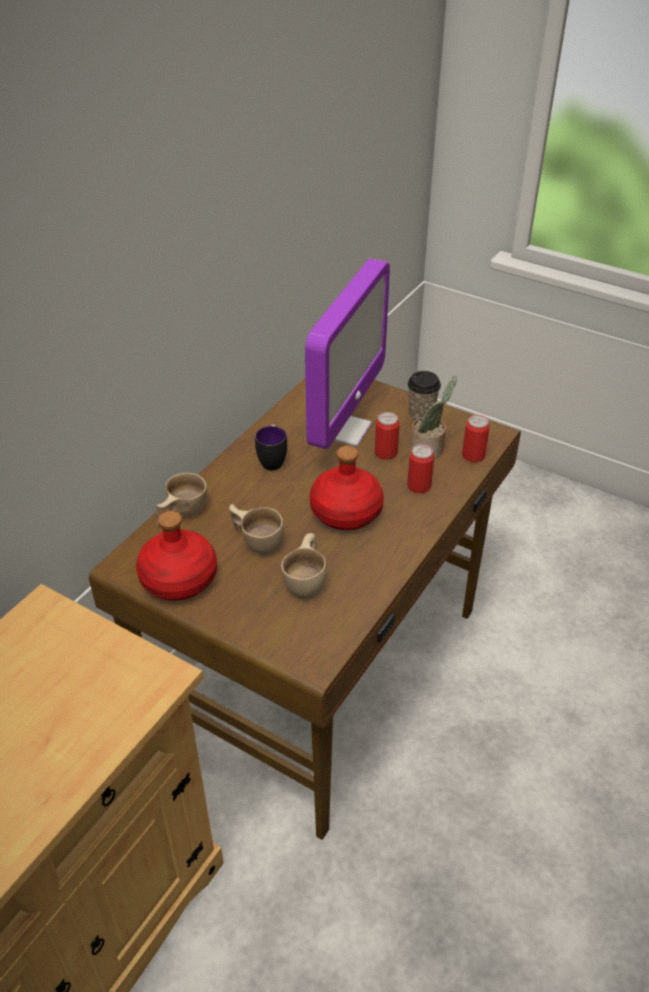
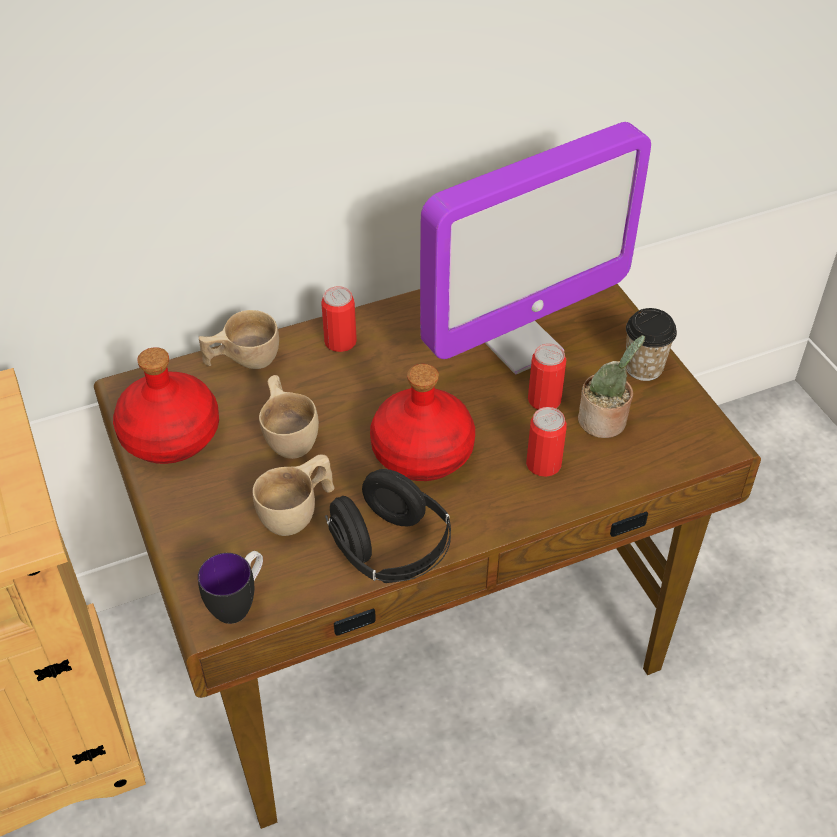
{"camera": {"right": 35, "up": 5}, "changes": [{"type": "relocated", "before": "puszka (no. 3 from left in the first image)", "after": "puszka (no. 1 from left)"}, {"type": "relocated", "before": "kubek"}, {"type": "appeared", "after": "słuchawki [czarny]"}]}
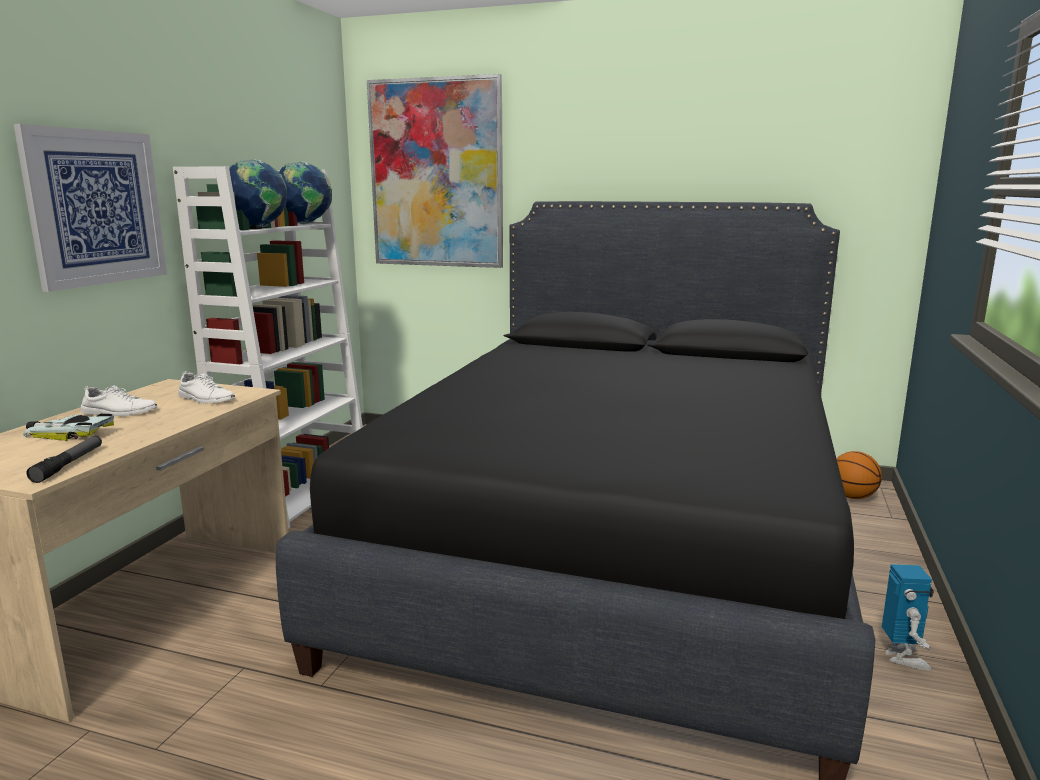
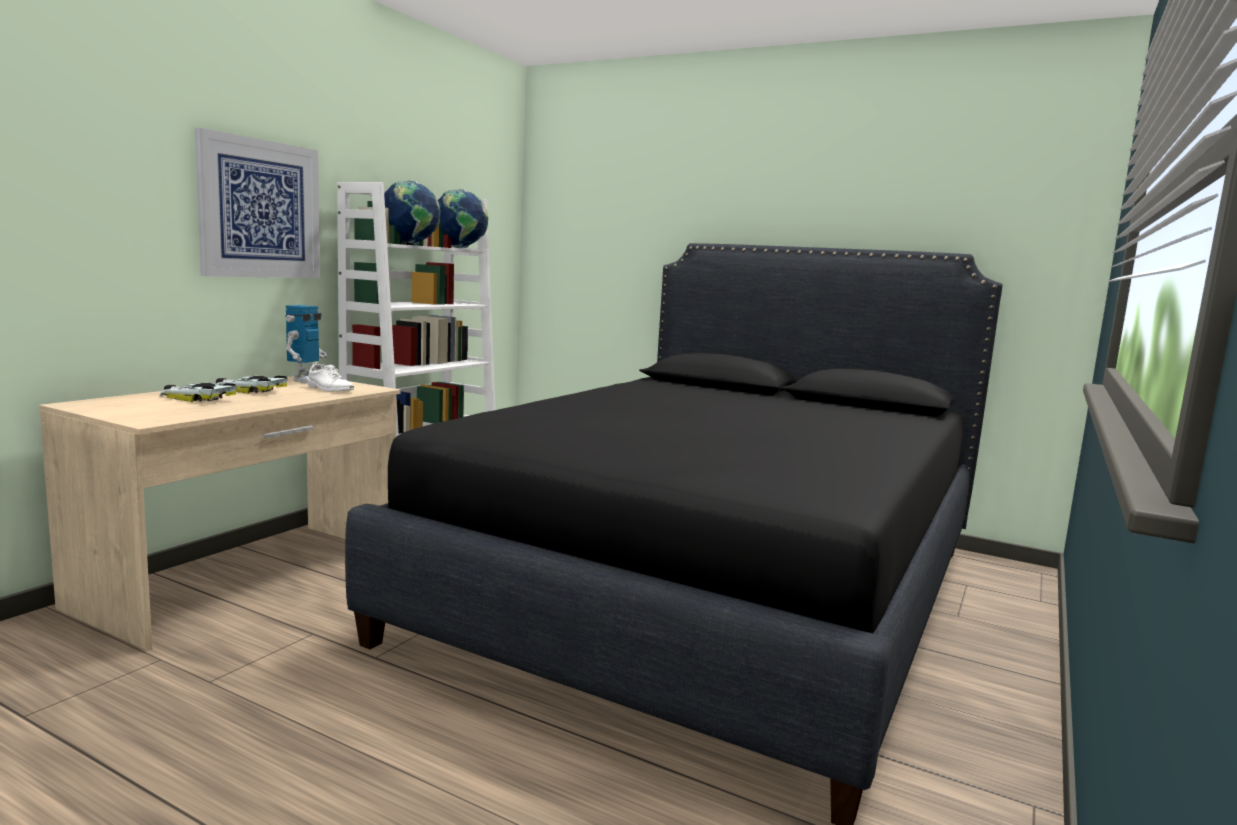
{"camera": {"right": 10, "up": -5}, "changes": [{"type": "missing", "before": "obraz (no. 2 from left)"}, {"type": "exchanged", "before": "but [biały] (no. 1 from left)", "after": "samochodzik (no. 2 from left)"}, {"type": "missing", "before": "latarka"}, {"type": "missing", "before": "piłka do koszykówki"}, {"type": "relocated", "before": "robot zabawkowy"}]}
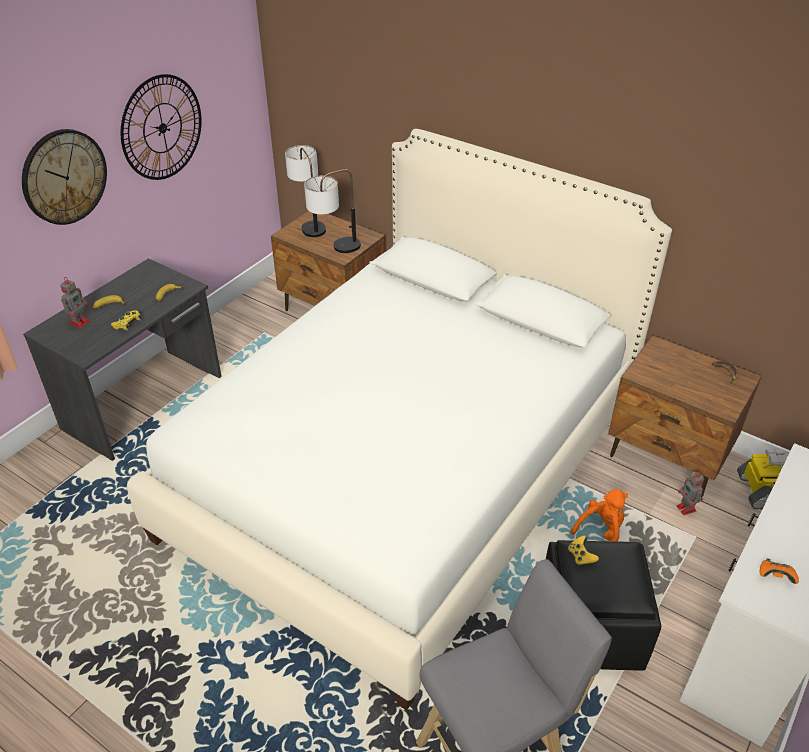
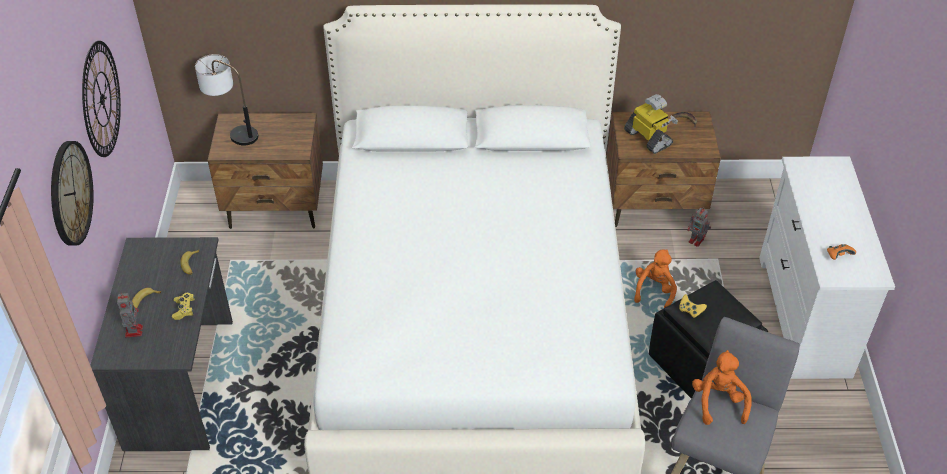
{"camera": {"right": -35, "up": 5}, "changes": [{"type": "missing", "before": "lampa stołowa (no. 2 from left)"}, {"type": "relocated", "before": "robot zabawkowy (no. 3 from left in the first image)", "after": "robot zabawkowy (no. 2 from left)"}, {"type": "appeared", "after": "pluszak [pomarańczowy] (no. 2 from left)"}]}
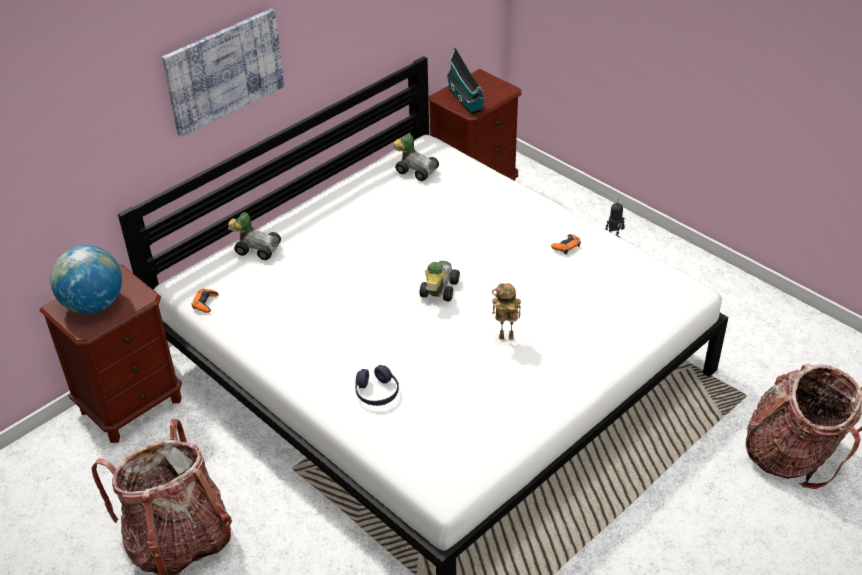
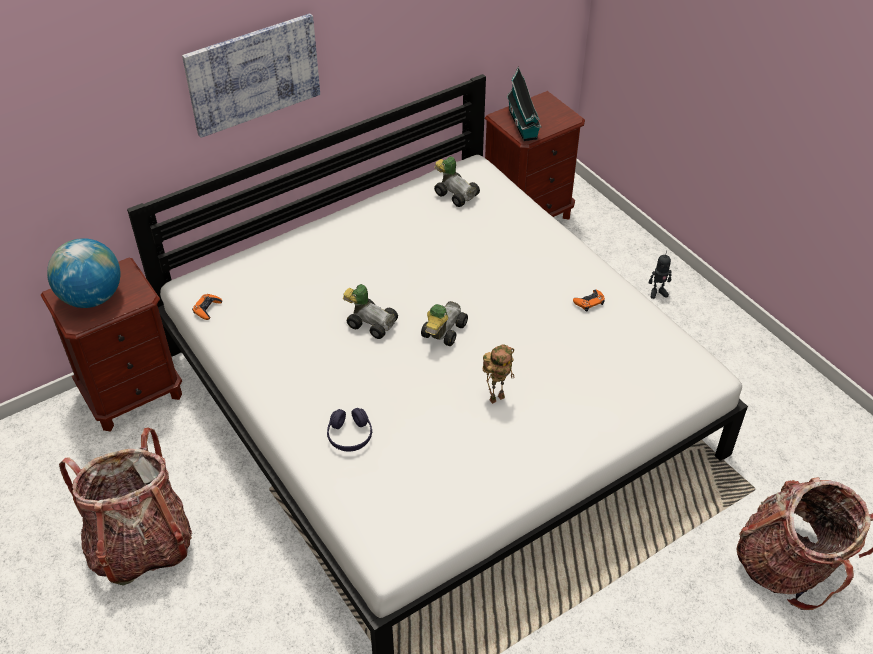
{"camera": {"right": 10, "up": 5}, "changes": [{"type": "relocated", "before": "samochodzik (no. 1 from left)"}, {"type": "spun", "before": "robot zabawkowy (no. 1 from left)", "turn": 135}]}
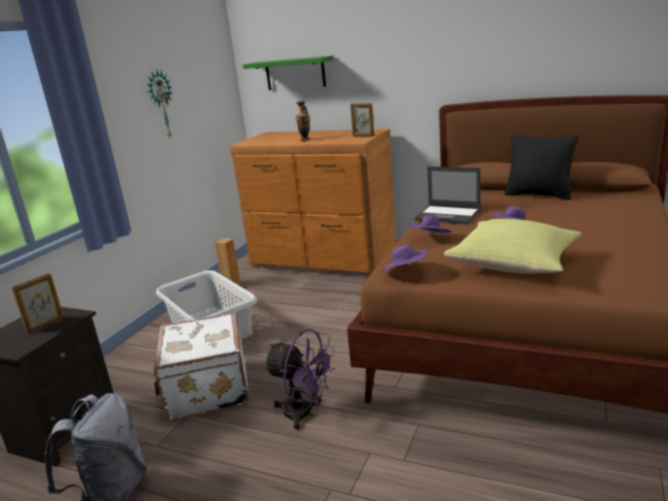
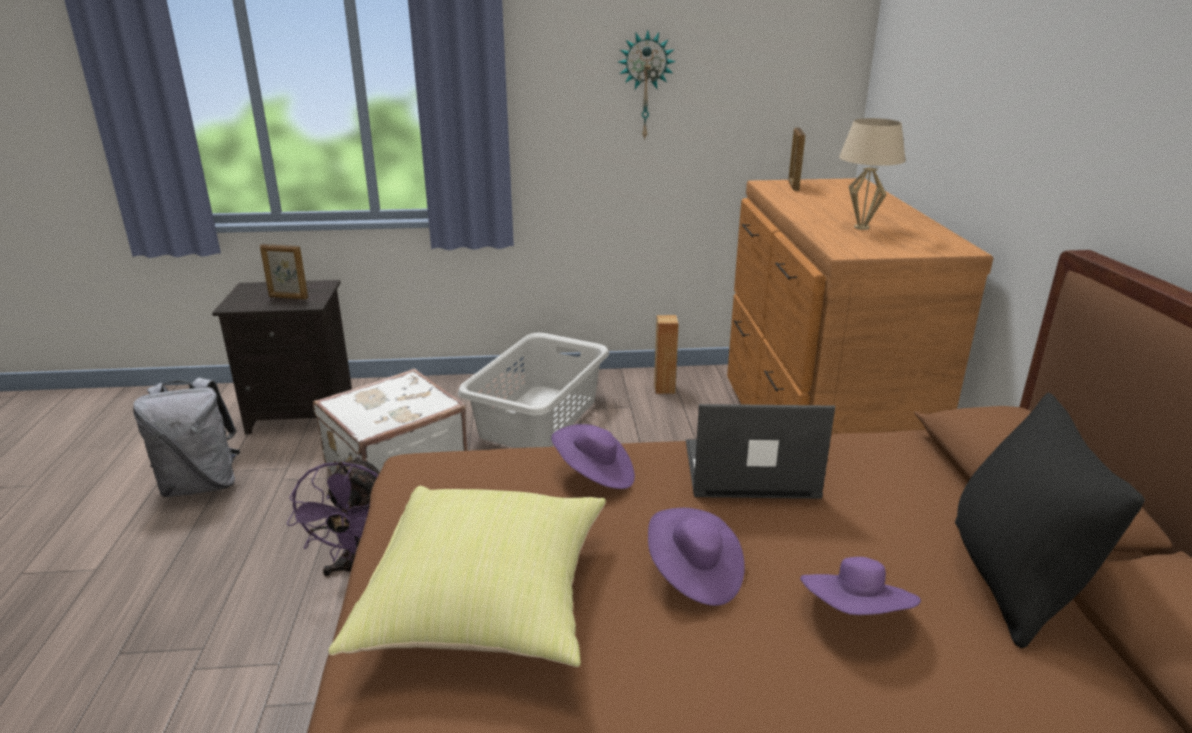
{"camera": {"right": 60, "up": 5}, "changes": [{"type": "missing", "before": "półka [zielony]"}, {"type": "missing", "before": "wazon"}, {"type": "relocated", "before": "ramka na zdjęcie (no. 2 from left)"}, {"type": "spun", "before": "laptop", "turn": 90}, {"type": "relocated", "before": "kapelusz [fioletowy] (no. 1 from left in the first image)", "after": "kapelusz [fioletowy] (no. 3 from left)"}, {"type": "appeared", "after": "lampa stołowa [beżowy]"}]}
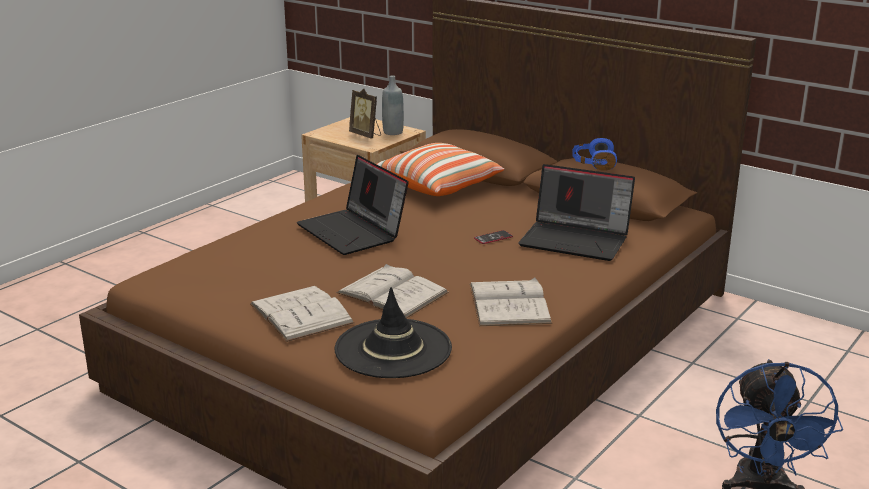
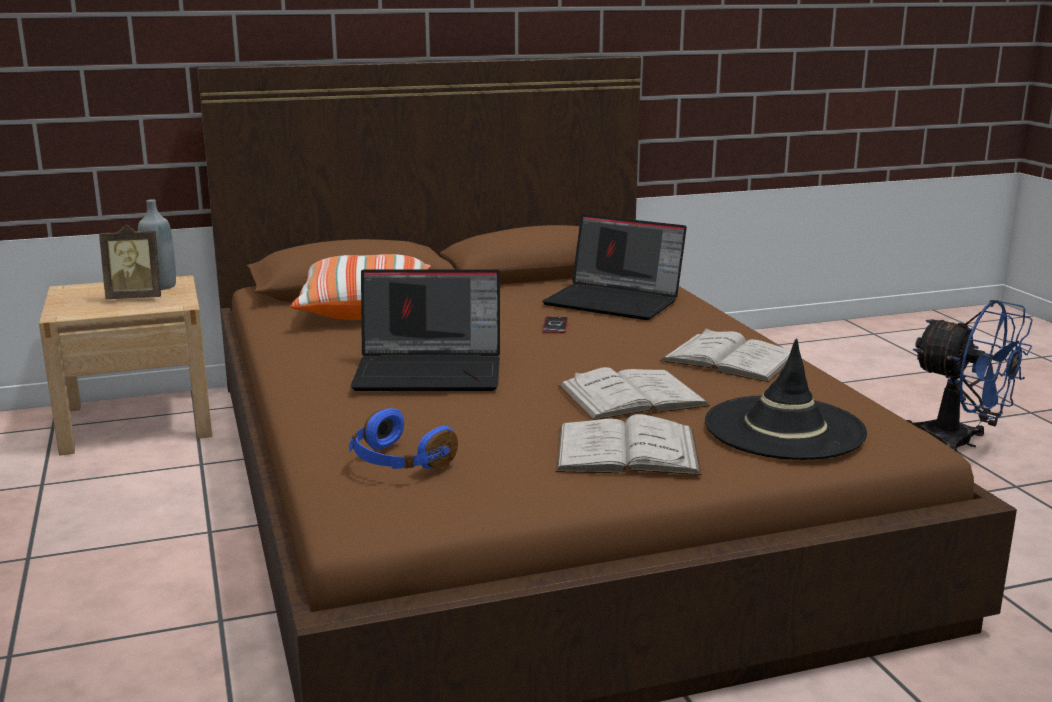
{"camera": {"right": -55, "up": -5}, "changes": [{"type": "relocated", "before": "słuchawki [niebieski]"}, {"type": "spun", "before": "laptop (no. 2 from left)", "turn": 60}]}
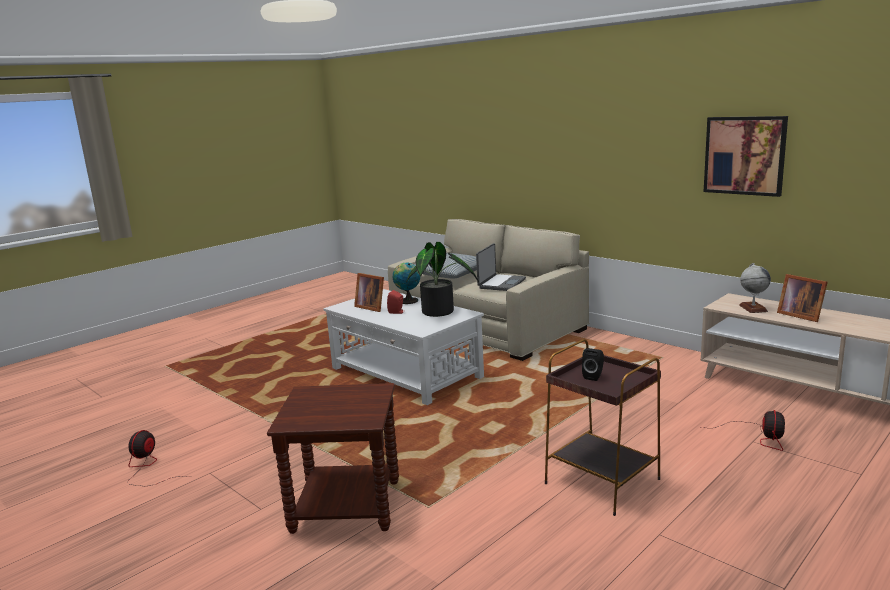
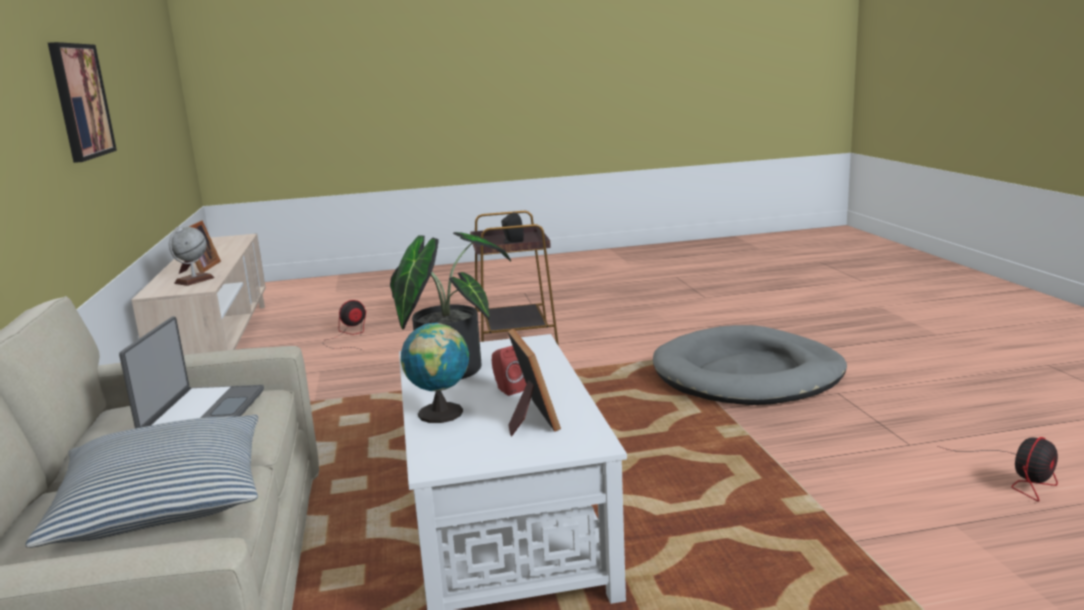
{"camera": {"right": -145, "up": 0}, "changes": [{"type": "spun", "before": "laptop", "turn": 120}, {"type": "exchanged", "before": "stolik [brązowy] (no. 1 from left)", "after": "legowisko [szary]"}]}
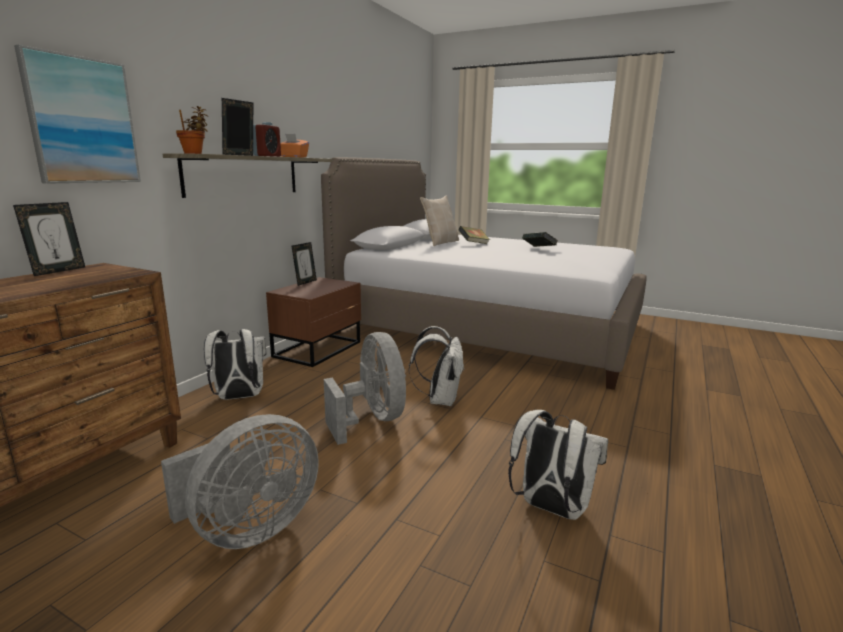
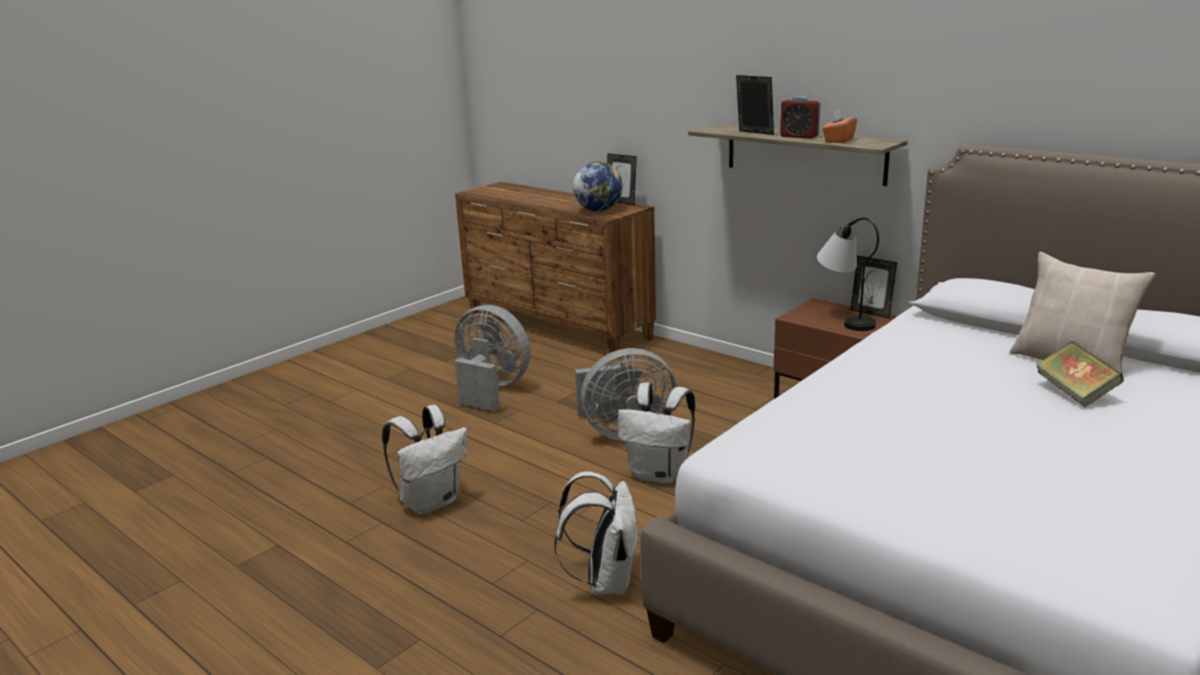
{"camera": {"right": 105, "up": 5}, "changes": [{"type": "missing", "before": "obraz"}, {"type": "missing", "before": "roślina doniczkowa"}, {"type": "missing", "before": "książka (no. 2 from left)"}, {"type": "relocated", "before": "plecak [biały] (no. 1 from left in the first image)", "after": "plecak [biały] (no. 2 from left)"}, {"type": "spun", "before": "wentylator [szary] (no. 1 from left)", "turn": 150}, {"type": "appeared", "after": "globus"}, {"type": "appeared", "after": "lampa stołowa"}]}
